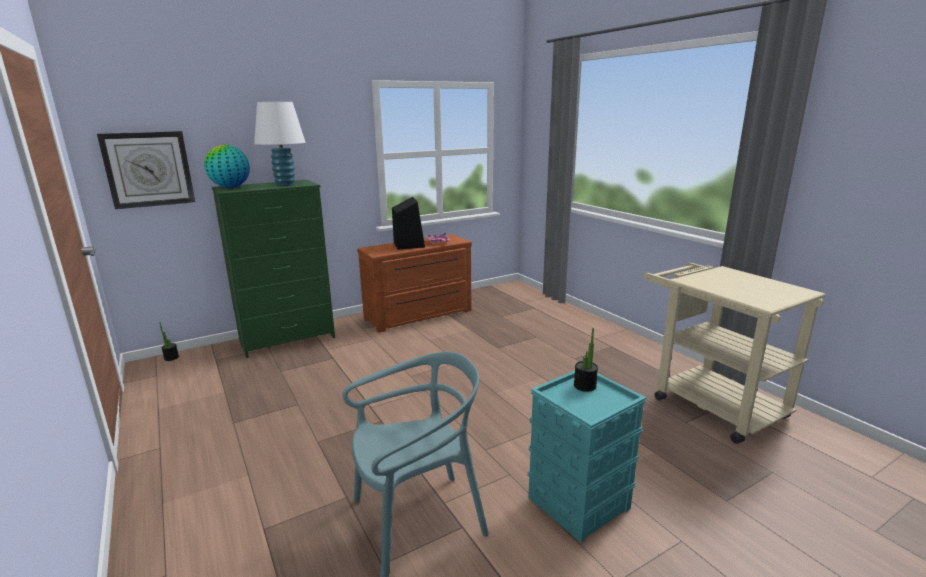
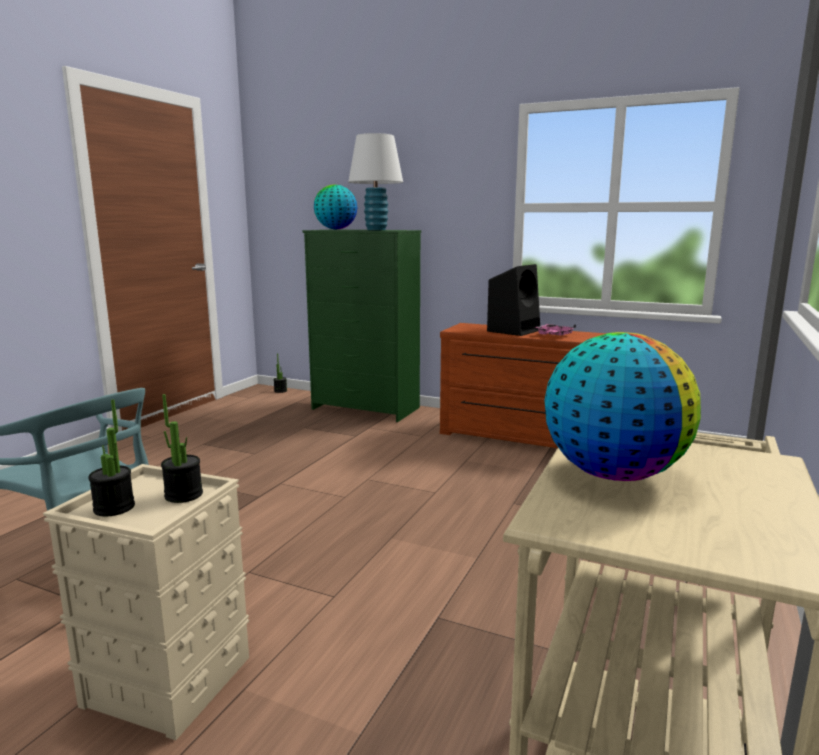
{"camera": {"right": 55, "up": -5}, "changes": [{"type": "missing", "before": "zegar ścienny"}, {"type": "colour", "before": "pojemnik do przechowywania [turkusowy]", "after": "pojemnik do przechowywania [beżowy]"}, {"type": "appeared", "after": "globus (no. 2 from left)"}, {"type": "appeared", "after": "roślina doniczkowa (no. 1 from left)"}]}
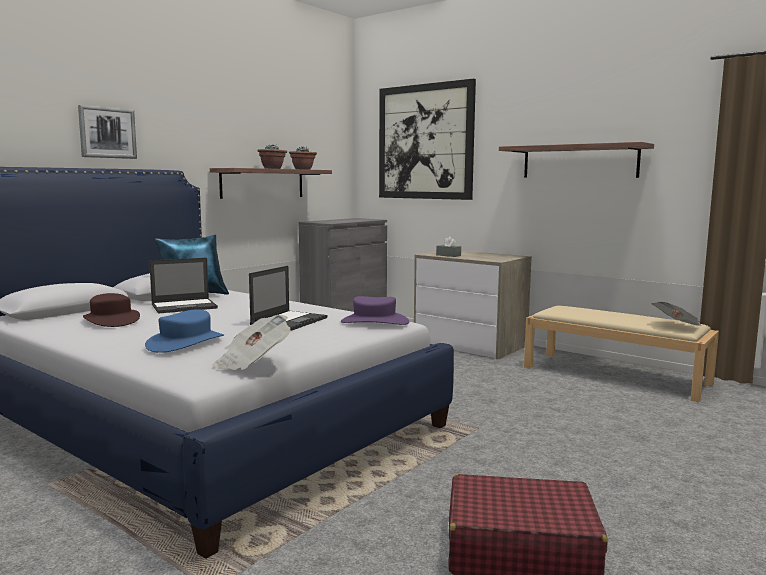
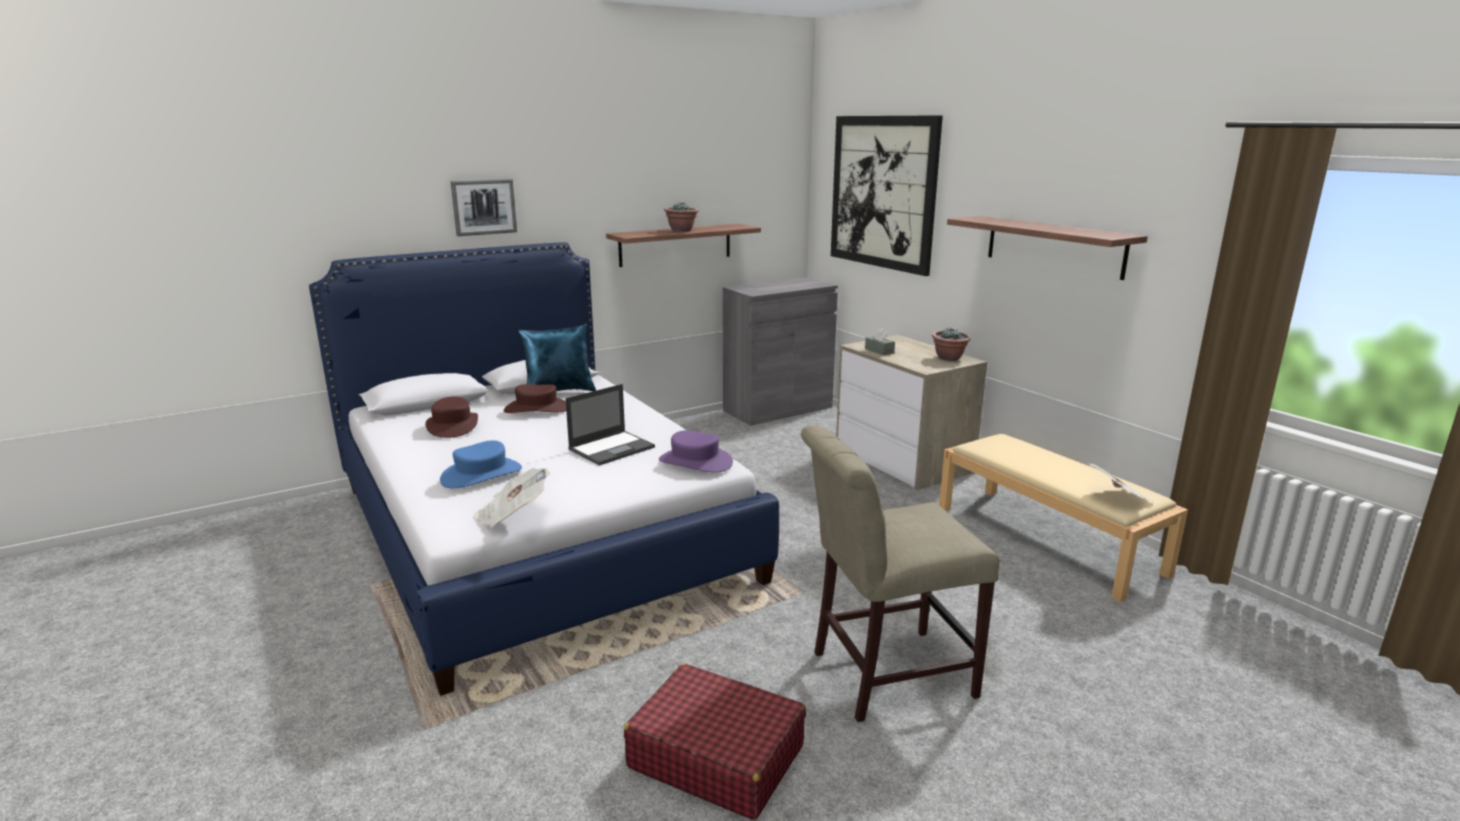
{"camera": {"right": 20, "up": 10}, "changes": [{"type": "relocated", "before": "roślina doniczkowa (no. 2 from left)"}, {"type": "exchanged", "before": "laptop (no. 1 from left)", "after": "kapelusz [brązowy] (no. 2 from left)"}, {"type": "appeared", "after": "krzesło [beżowy]"}]}
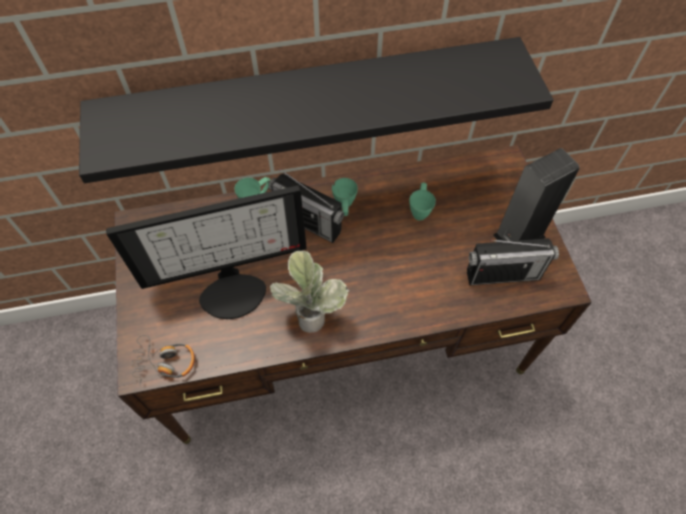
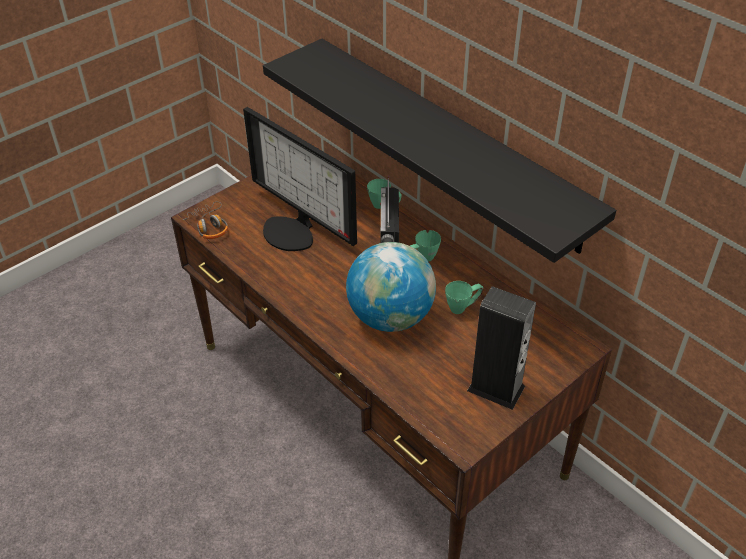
{"camera": {"right": 60, "up": -15}, "changes": [{"type": "missing", "before": "radio (no. 2 from left)"}, {"type": "missing", "before": "roślina doniczkowa"}, {"type": "appeared", "after": "globus"}]}
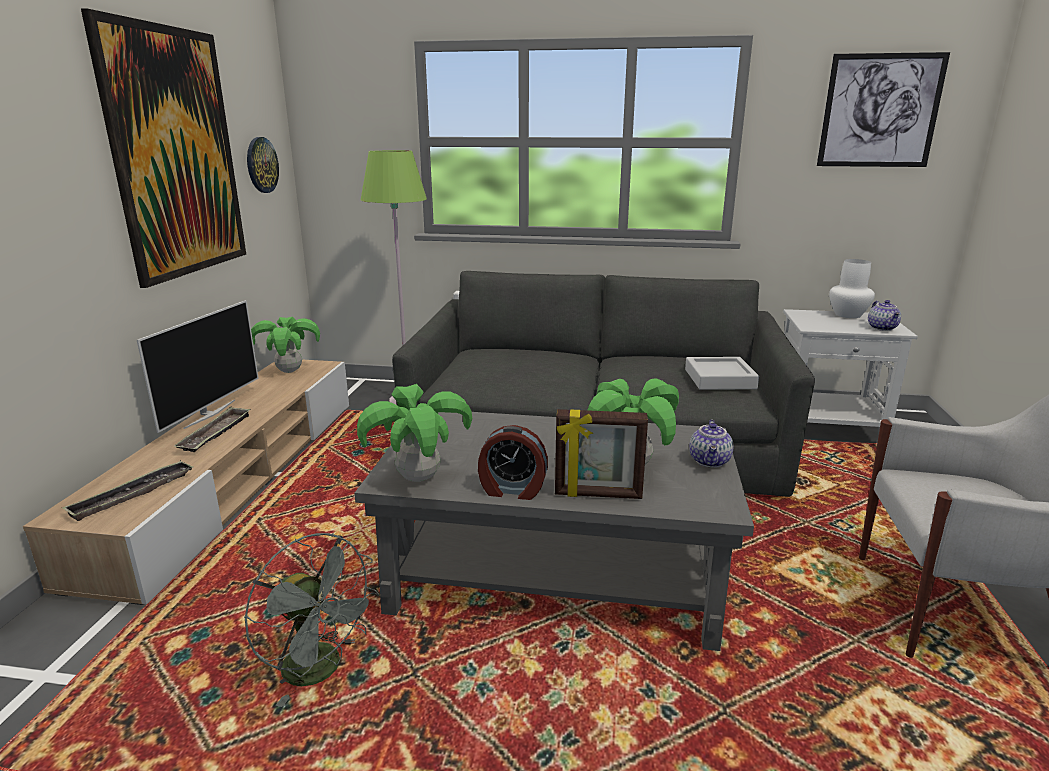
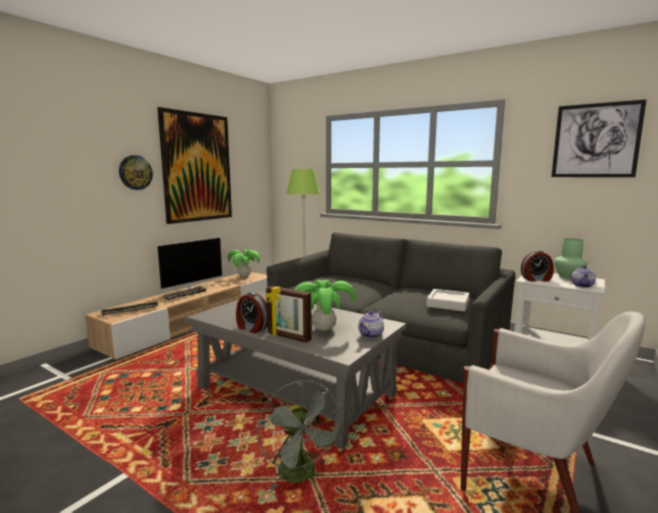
{"camera": {"right": 25, "up": -10}, "changes": [{"type": "relocated", "before": "zegar ścienny"}, {"type": "colour", "before": "wazon [biały]", "after": "wazon [zielony]"}, {"type": "missing", "before": "roślina doniczkowa (no. 2 from left)"}, {"type": "relocated", "before": "wentylator [szary]"}, {"type": "appeared", "after": "budzik (no. 2 from left)"}]}
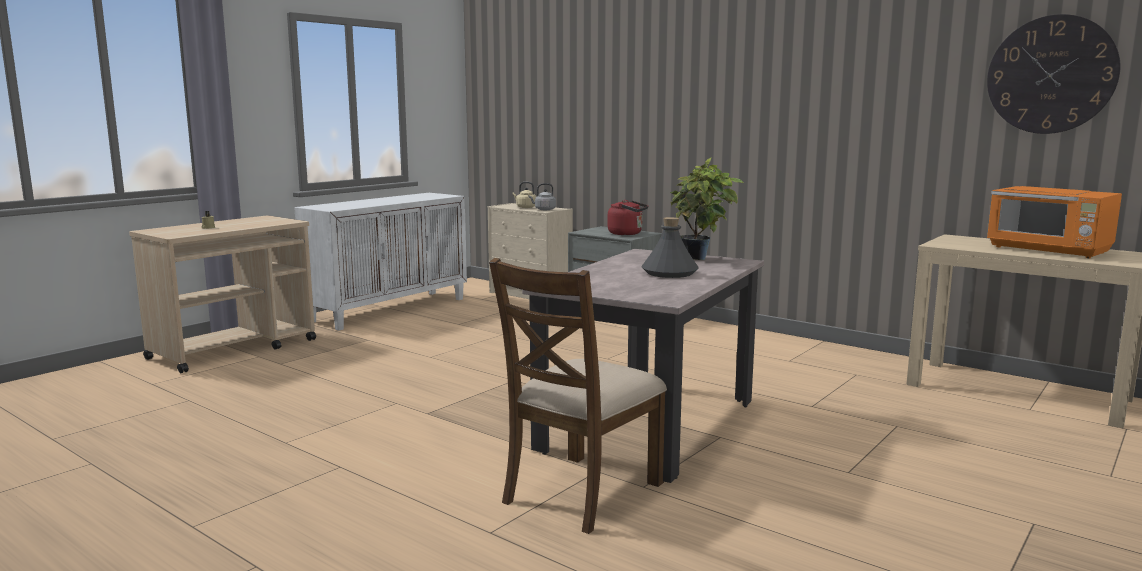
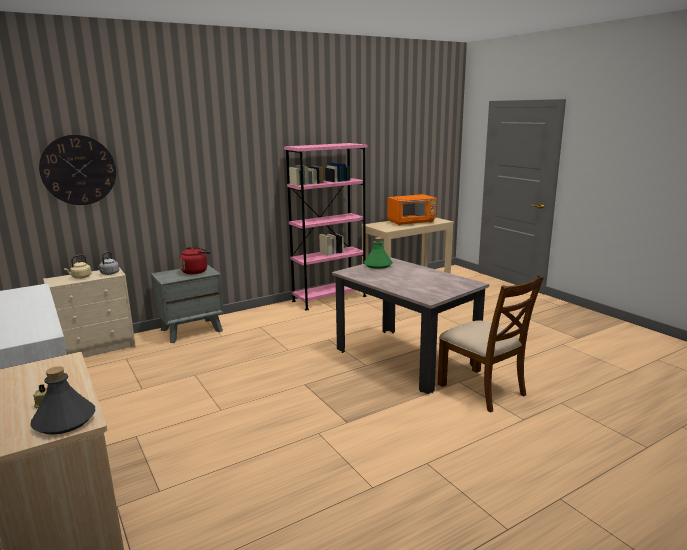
{"camera": {"right": -70, "up": 5}, "changes": [{"type": "relocated", "before": "zegar ścienny"}, {"type": "exchanged", "before": "roślina doniczkowa", "after": "butelka [zielony]"}, {"type": "relocated", "before": "butelka [szary]"}, {"type": "appeared", "after": "regał [różowy]"}]}
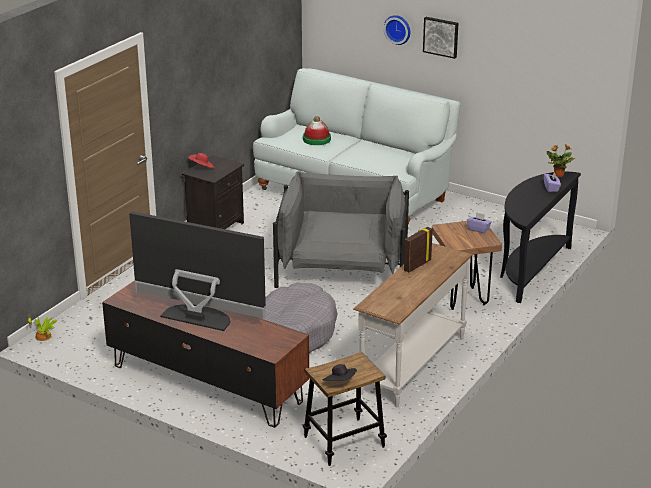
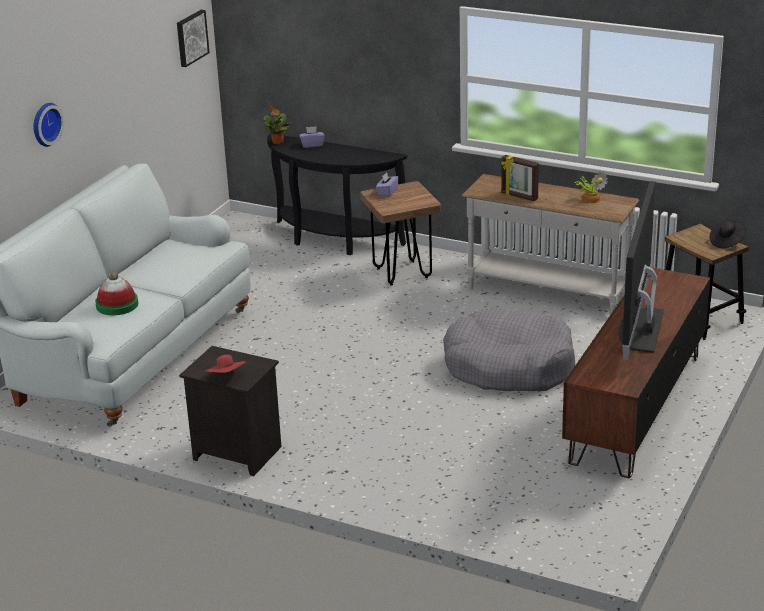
{"camera": {"right": -95, "up": 0}, "changes": [{"type": "relocated", "before": "obraz"}, {"type": "missing", "before": "fotel [szary]"}, {"type": "relocated", "before": "roślina doniczkowa (no. 1 from left in the first image)", "after": "roślina doniczkowa (no. 2 from left)"}]}
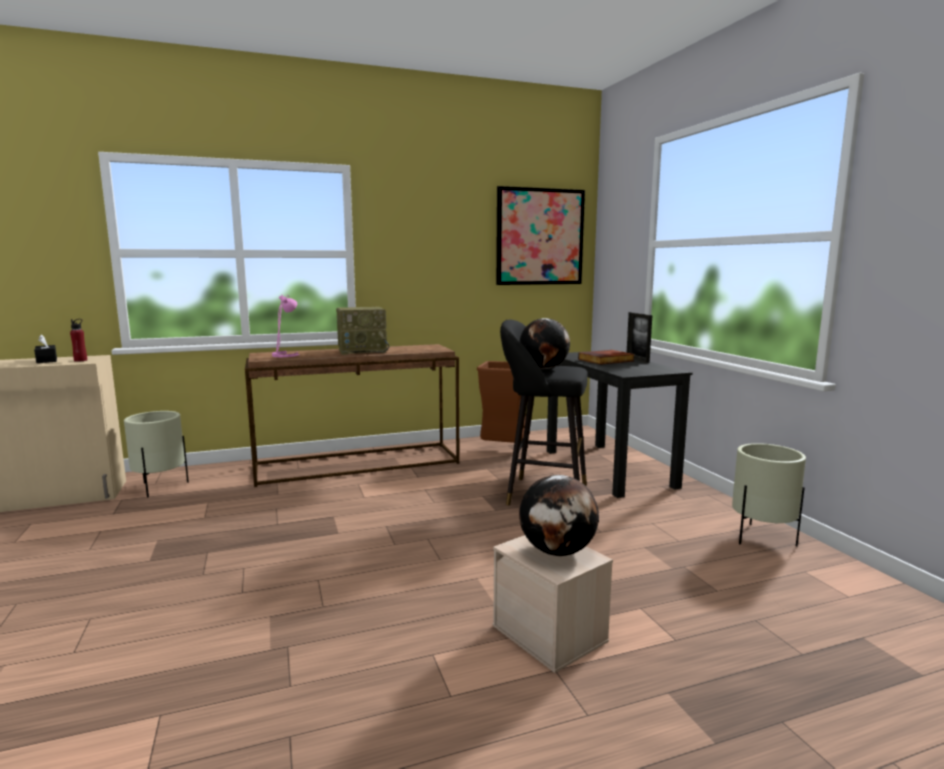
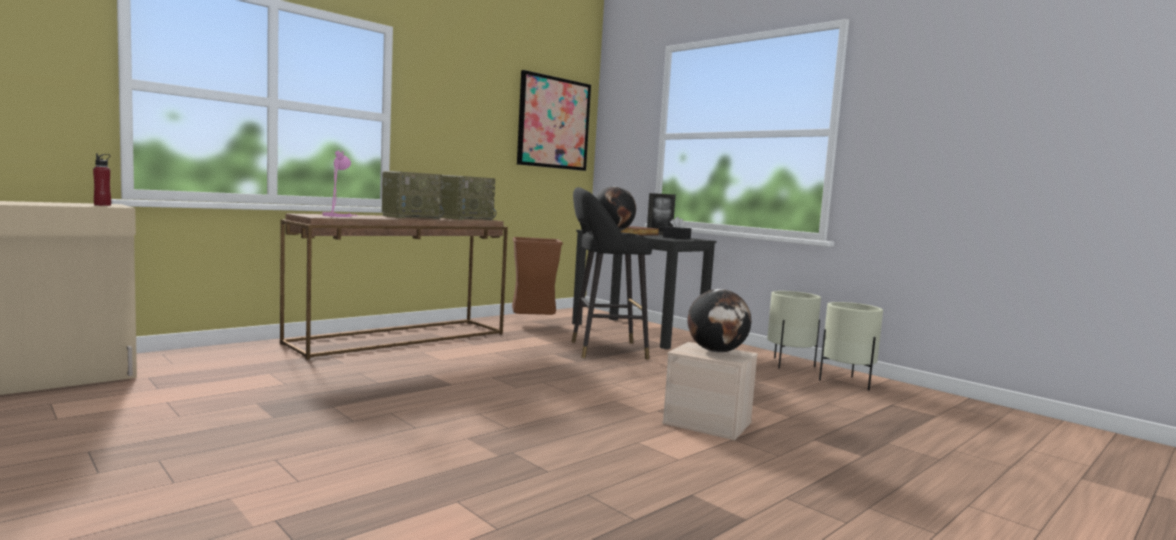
{"camera": {"right": -25, "up": -5}, "changes": [{"type": "relocated", "before": "pudełko chusteczek [czarny]"}, {"type": "relocated", "before": "donica [beżowy] (no. 1 from left in the first image)", "after": "donica [beżowy] (no. 2 from left)"}, {"type": "appeared", "after": "radio (no. 2 from left)"}]}
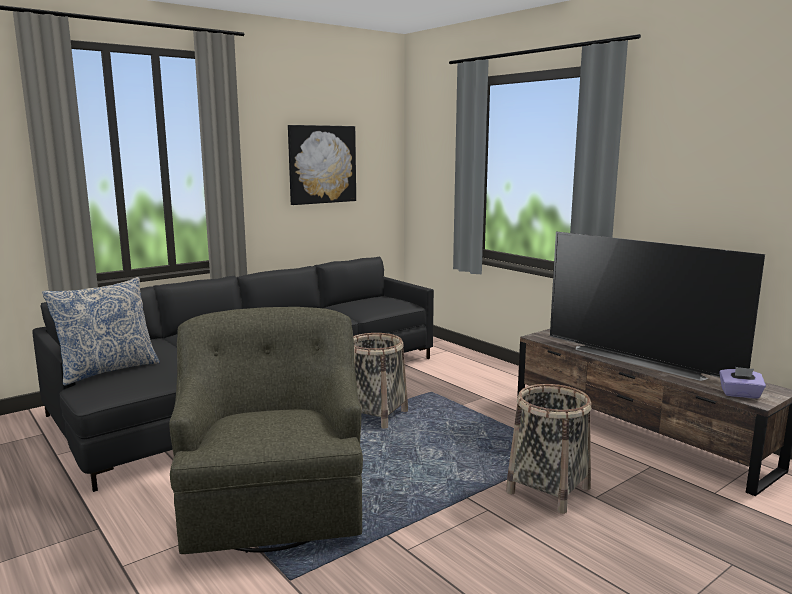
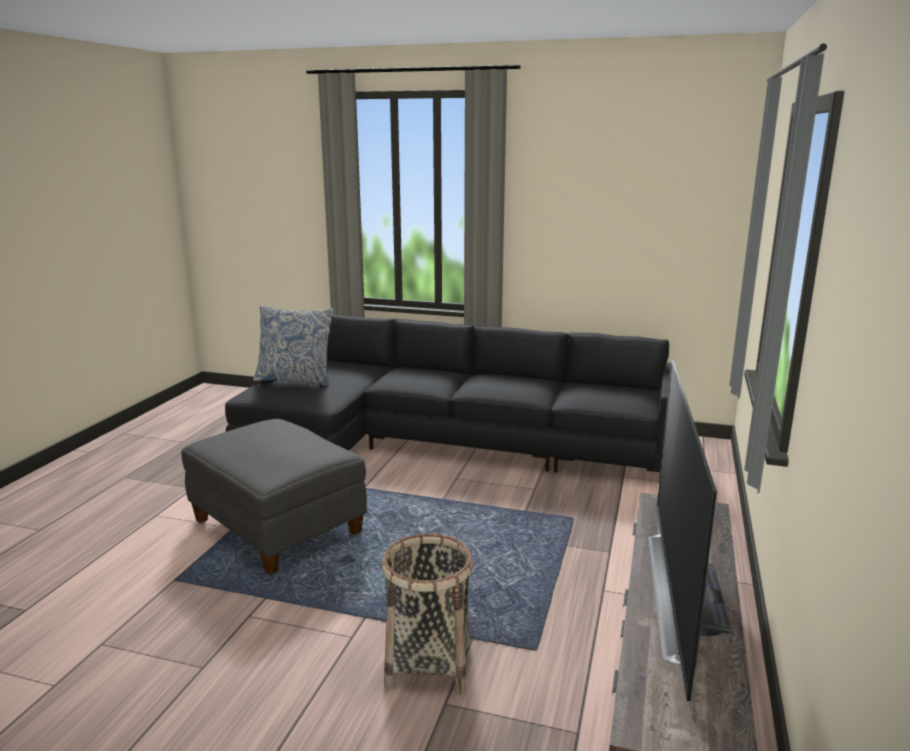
{"camera": {"right": 55, "up": 5}, "changes": [{"type": "missing", "before": "obraz"}, {"type": "exchanged", "before": "fotel [zielony]", "after": "pufa [szary]"}, {"type": "missing", "before": "koszyk (no. 1 from left)"}, {"type": "missing", "before": "pudełko chusteczek [fioletowy]"}]}
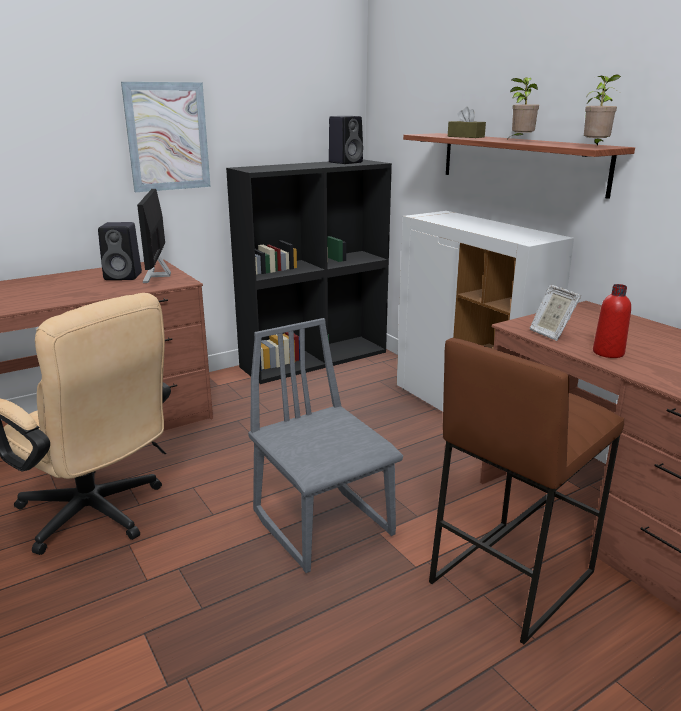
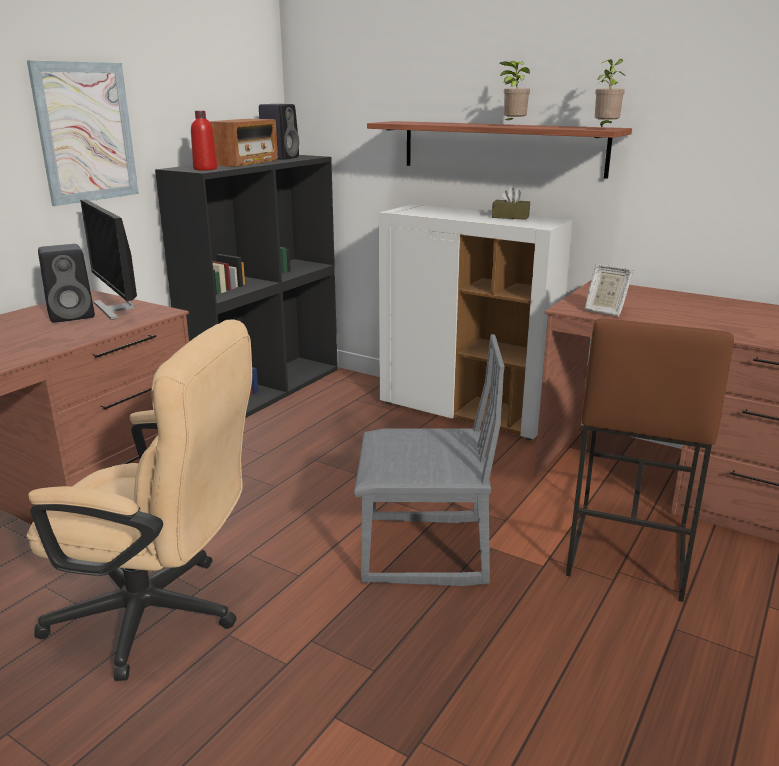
{"camera": {"right": -25, "up": 0}, "changes": [{"type": "relocated", "before": "pudełko chusteczek [brązowy]"}, {"type": "relocated", "before": "butelka [czerwony]"}, {"type": "spun", "before": "krzesło [szary]", "turn": 150}, {"type": "appeared", "after": "radio"}]}
